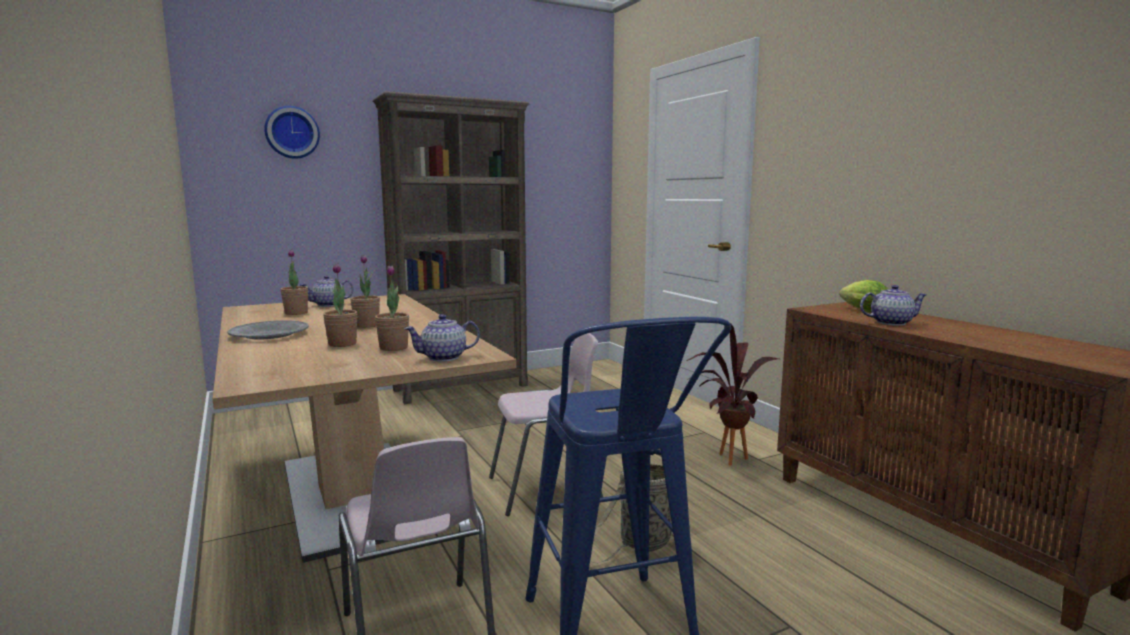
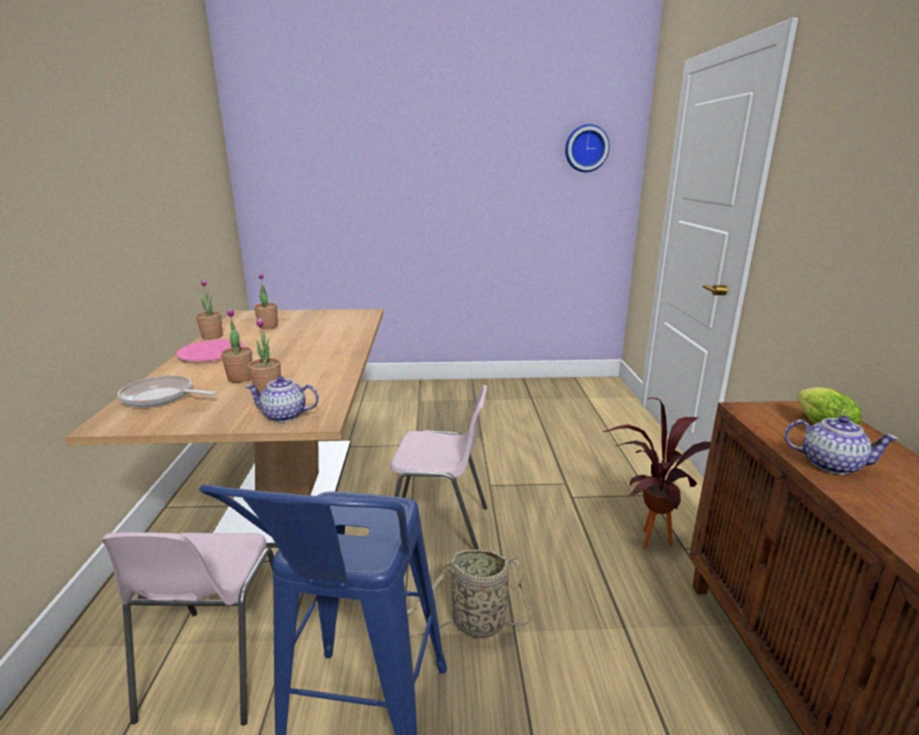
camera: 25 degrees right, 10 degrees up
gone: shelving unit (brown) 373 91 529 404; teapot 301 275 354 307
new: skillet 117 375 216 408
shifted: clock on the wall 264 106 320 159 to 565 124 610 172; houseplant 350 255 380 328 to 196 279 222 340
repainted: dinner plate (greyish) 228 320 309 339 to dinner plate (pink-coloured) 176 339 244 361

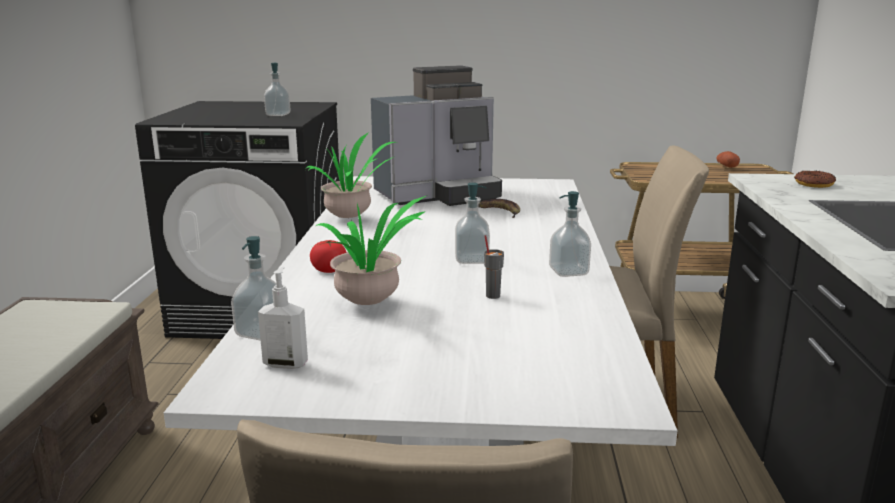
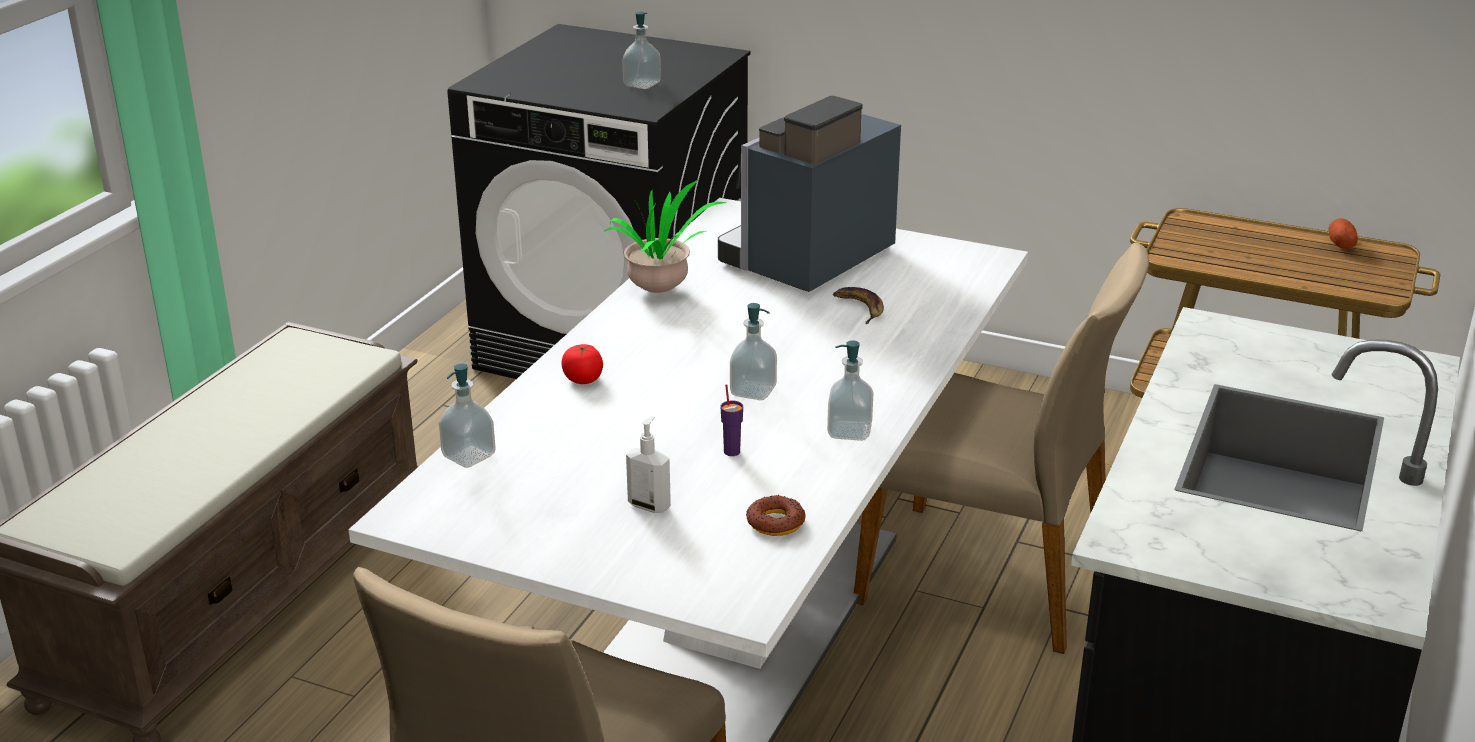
camera: 20 degrees right, 10 degrees up
gone: houseplant 311 196 426 305
shifted: ring doughnut 794 171 836 188 to 746 495 806 536; soap bottle 258 267 308 369 to 626 416 671 513
repainted: drinking cup (greyish) 484 235 504 299 to drinking cup (purple-coloured) 720 384 743 456
rotated: coffee maker 371 65 502 206 = 718 96 901 292 135 degrees clockwise

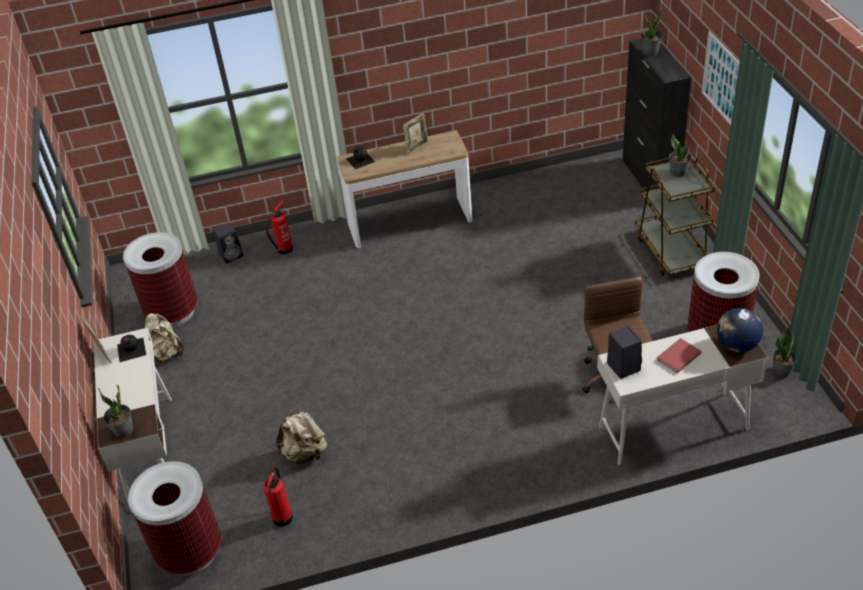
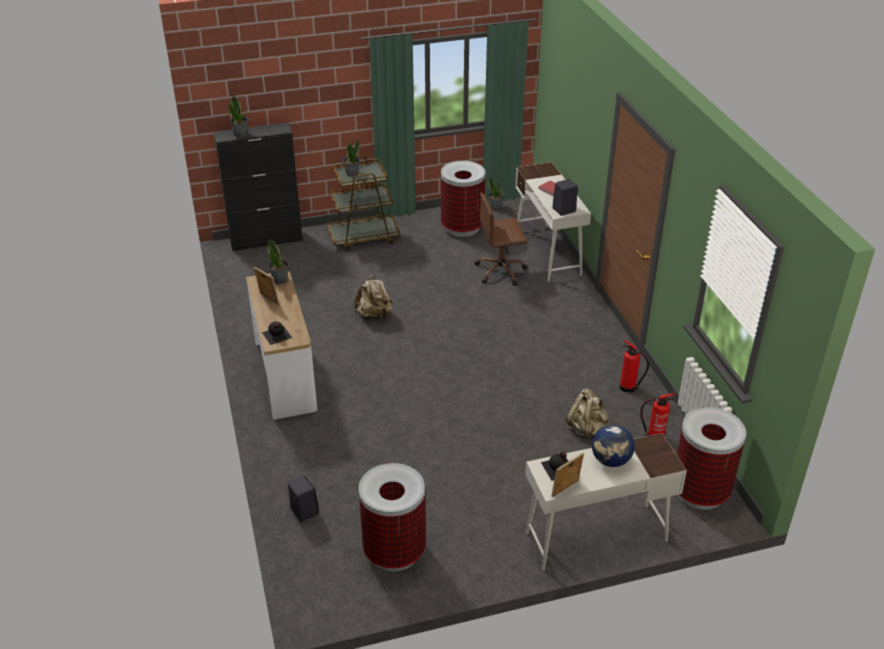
camera: 95 degrees left, 5 degrees down
gone: wall art 702 31 740 125
shifted: fire extinguisher 266 200 293 255 to 620 340 649 392; globe 717 308 763 353 to 592 425 635 467; knapsack (beige) 145 313 184 363 to 354 274 392 320; houseplant 98 384 134 438 to 268 240 289 284

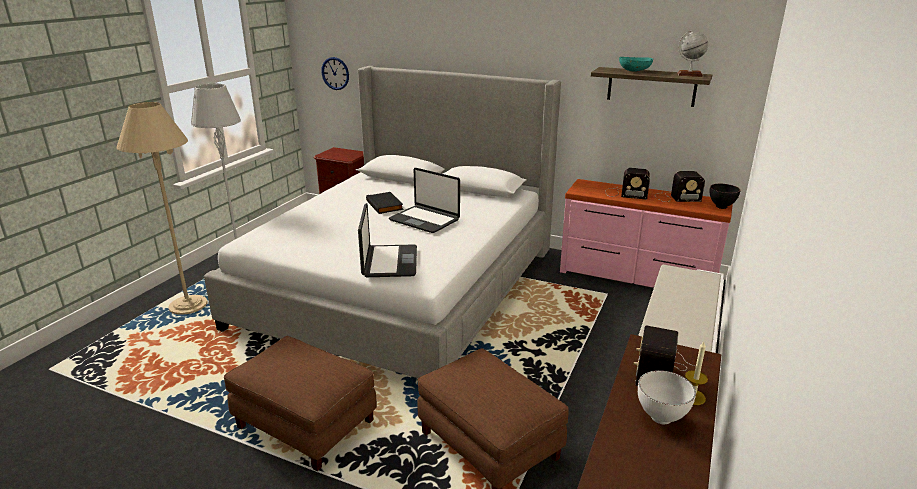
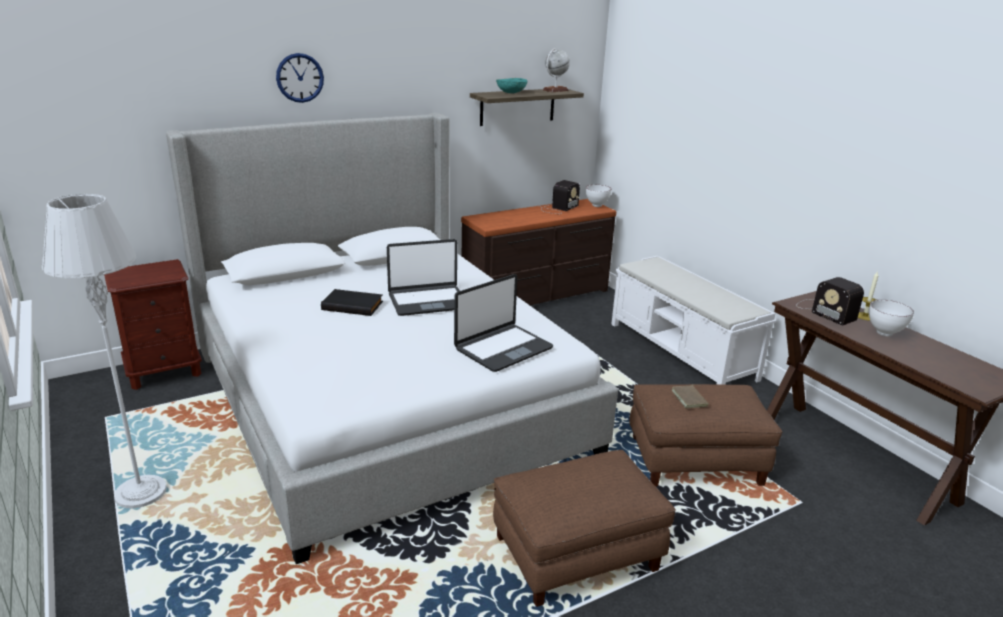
camera: 55 degrees left, 0 degrees up
gone: floor lamp (beige) 117 102 207 315; radio set 605 168 650 200
new: volume (brown) 672 384 709 409
shifted: clock on the wall 321 57 349 90 to 276 53 324 103
repainted: drawer chest (pink-coloured) 560 179 733 288 to drawer chest (brown) 461 199 617 305; bowl (black) 709 184 740 209 to bowl (white) 586 185 612 207
rotated: laptop 358 203 417 277 = 454 274 554 372 105 degrees clockwise

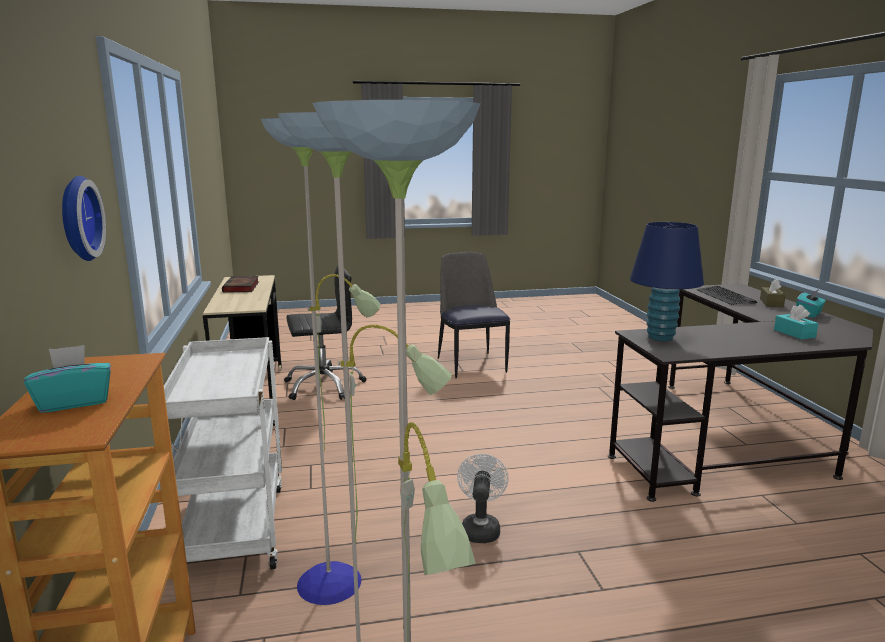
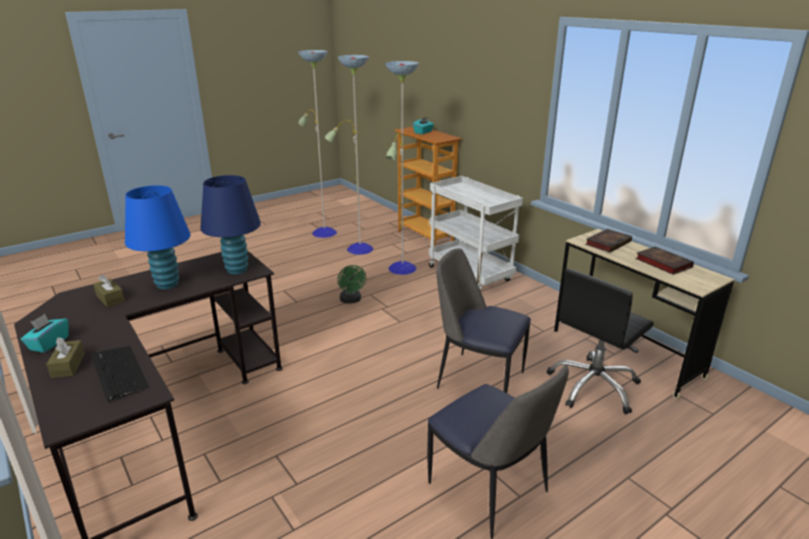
camera: 155 degrees right, 10 degrees up
gone: clock on the wall 62 176 106 261
new: table lamp (bluish) 125 185 190 289; volume 585 229 632 252; plain chair 436 248 531 393
repainted: tissue holder (blue-green) 774 305 818 340 to tissue holder (brown) 93 274 125 307; electric fan (white) 457 454 509 543 to electric fan (greenish) 337 265 366 304

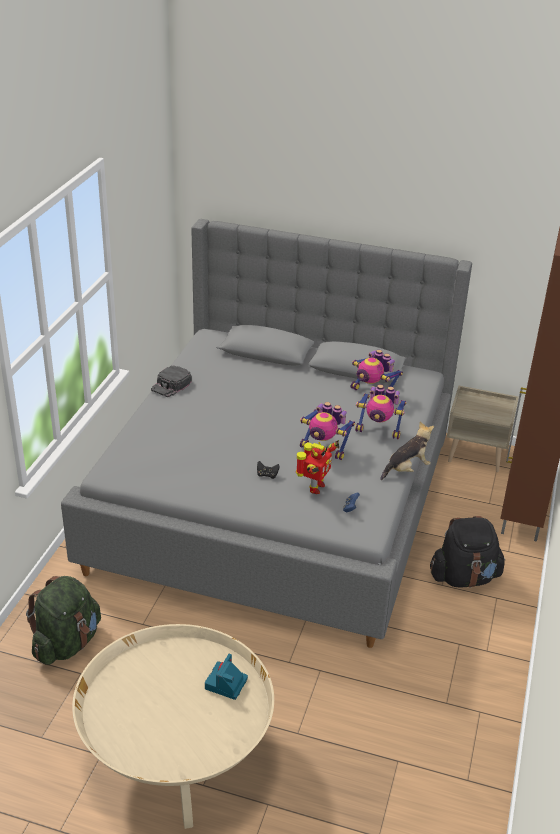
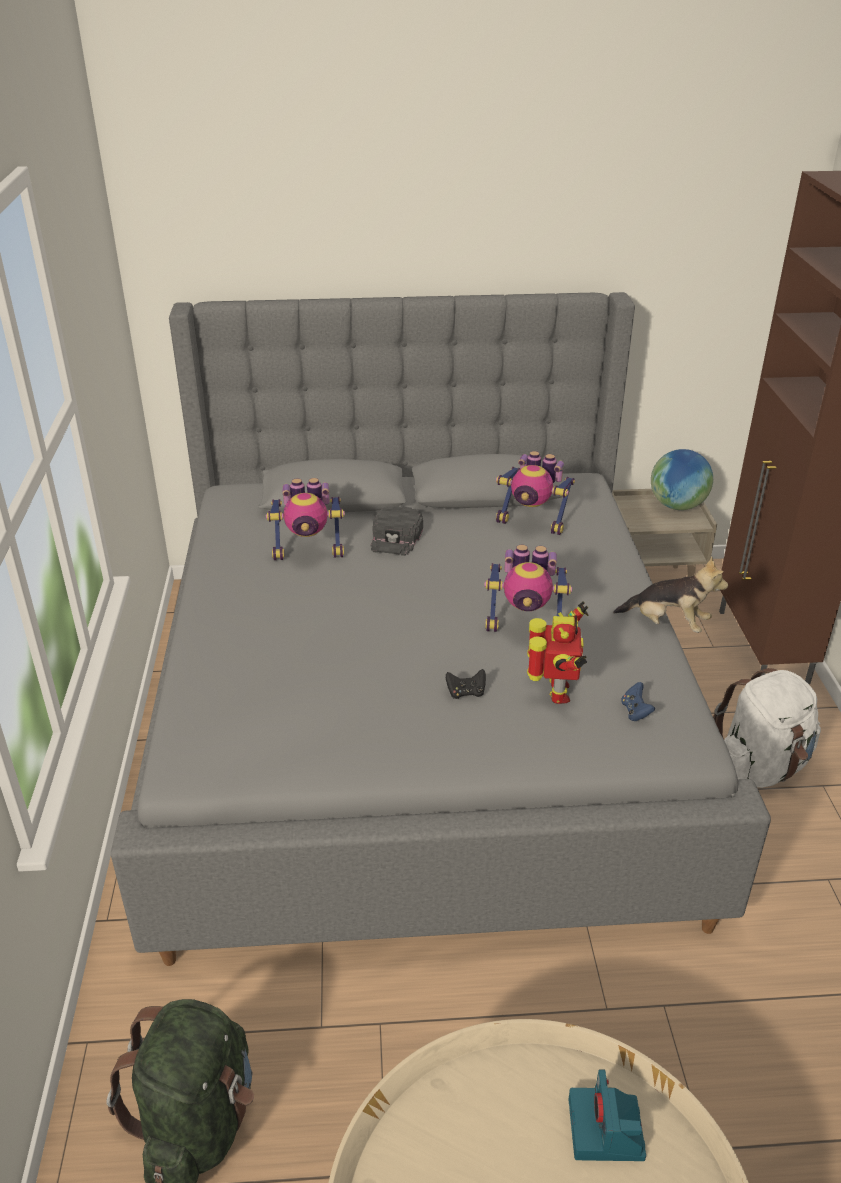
camera: 20 degrees left, 0 degrees up
new: globe 651 449 713 510
shifted: peaked cap (black) 151 365 192 397 to 370 506 423 556; model robot 355 385 407 439 to 266 478 345 560
repainted: knapsack (black) 430 516 506 588 to knapsack (white) 713 668 821 788
rotated: cuddly toy 380 421 434 480 = 613 556 728 633 75 degrees clockwise

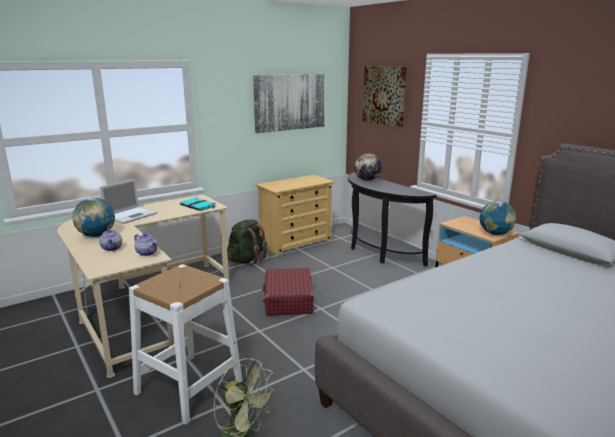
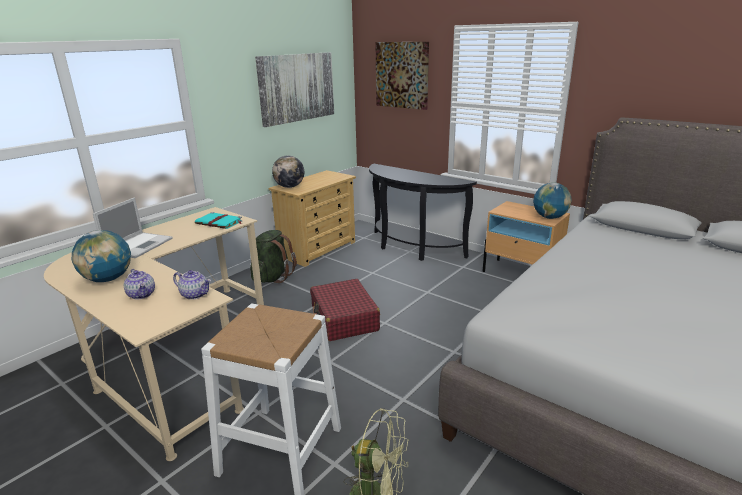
camera: 15 degrees left, 5 degrees up
shifted: globe 354 153 382 181 to 272 155 304 188

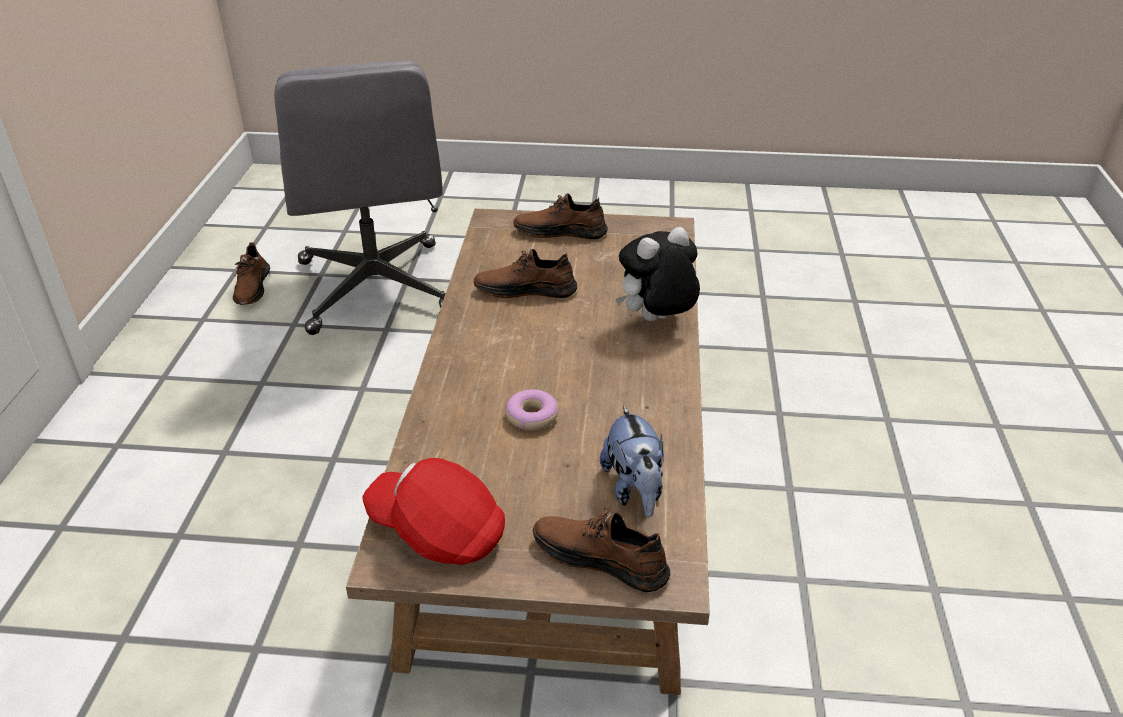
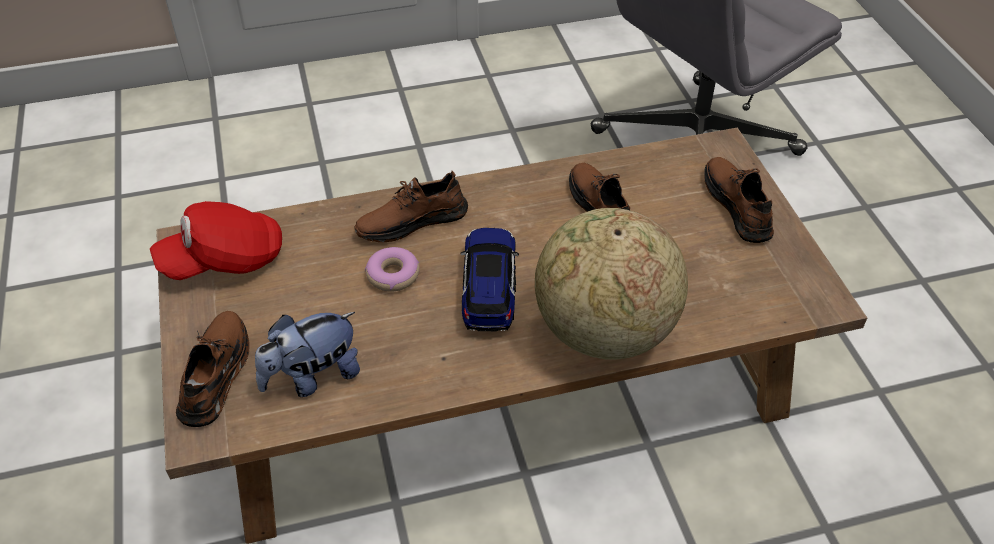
camera: 70 degrees right, 10 degrees up
new: toy car 461 228 519 331
shifted: shoe (brown) 233 242 270 305 to 355 171 468 242
swapped: cuddly toy 616 227 700 321 to globe 535 208 688 360
rotated: peaked cap (red) 363 458 505 565 = 150 201 282 280 120 degrees counterclockwise

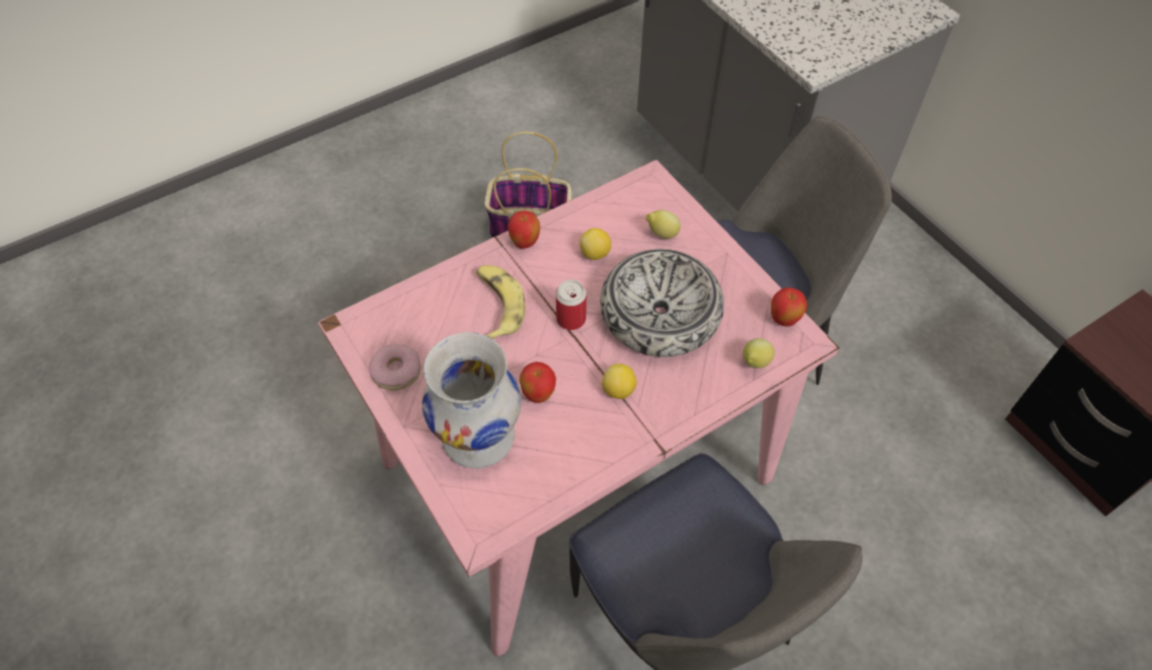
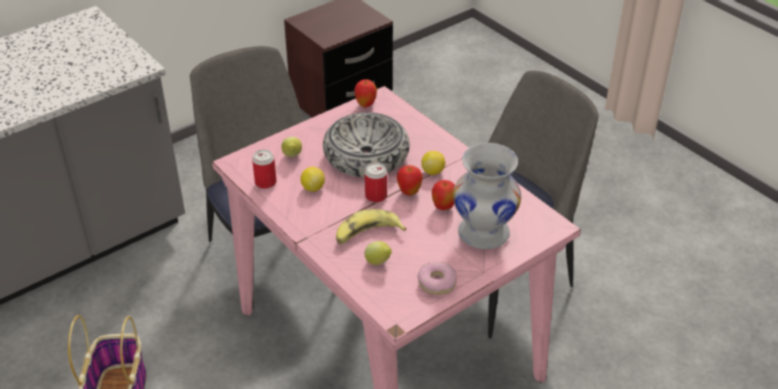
camera: 95 degrees left, 15 degrees down
new: sealed can 252 149 277 189
shifted: apple 508 211 540 249 to 397 165 423 196; lemon 743 338 775 368 to 364 241 392 265

